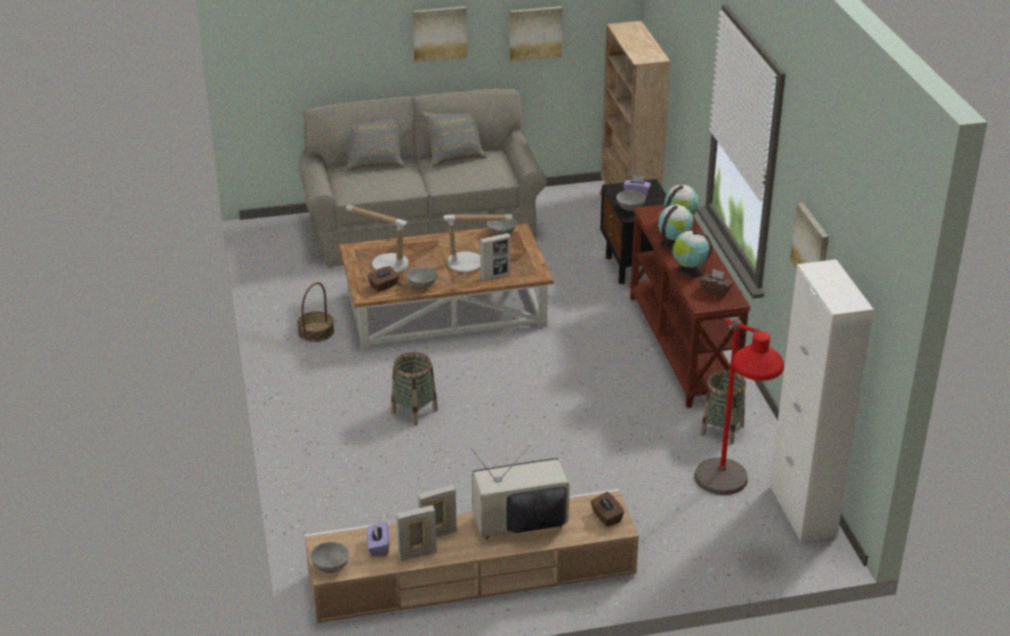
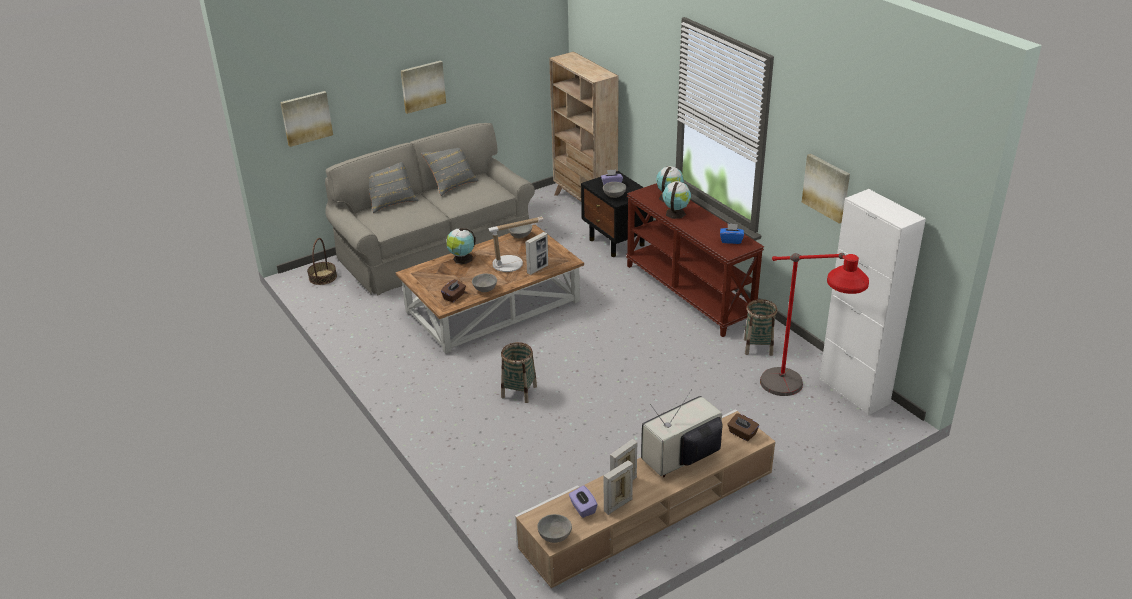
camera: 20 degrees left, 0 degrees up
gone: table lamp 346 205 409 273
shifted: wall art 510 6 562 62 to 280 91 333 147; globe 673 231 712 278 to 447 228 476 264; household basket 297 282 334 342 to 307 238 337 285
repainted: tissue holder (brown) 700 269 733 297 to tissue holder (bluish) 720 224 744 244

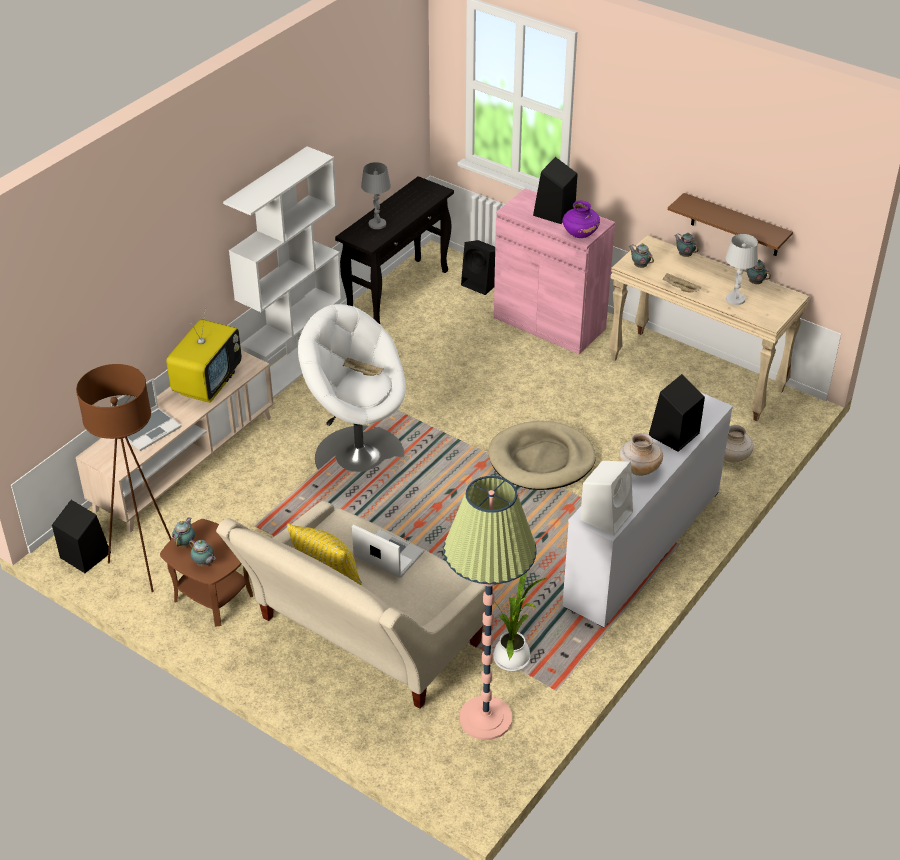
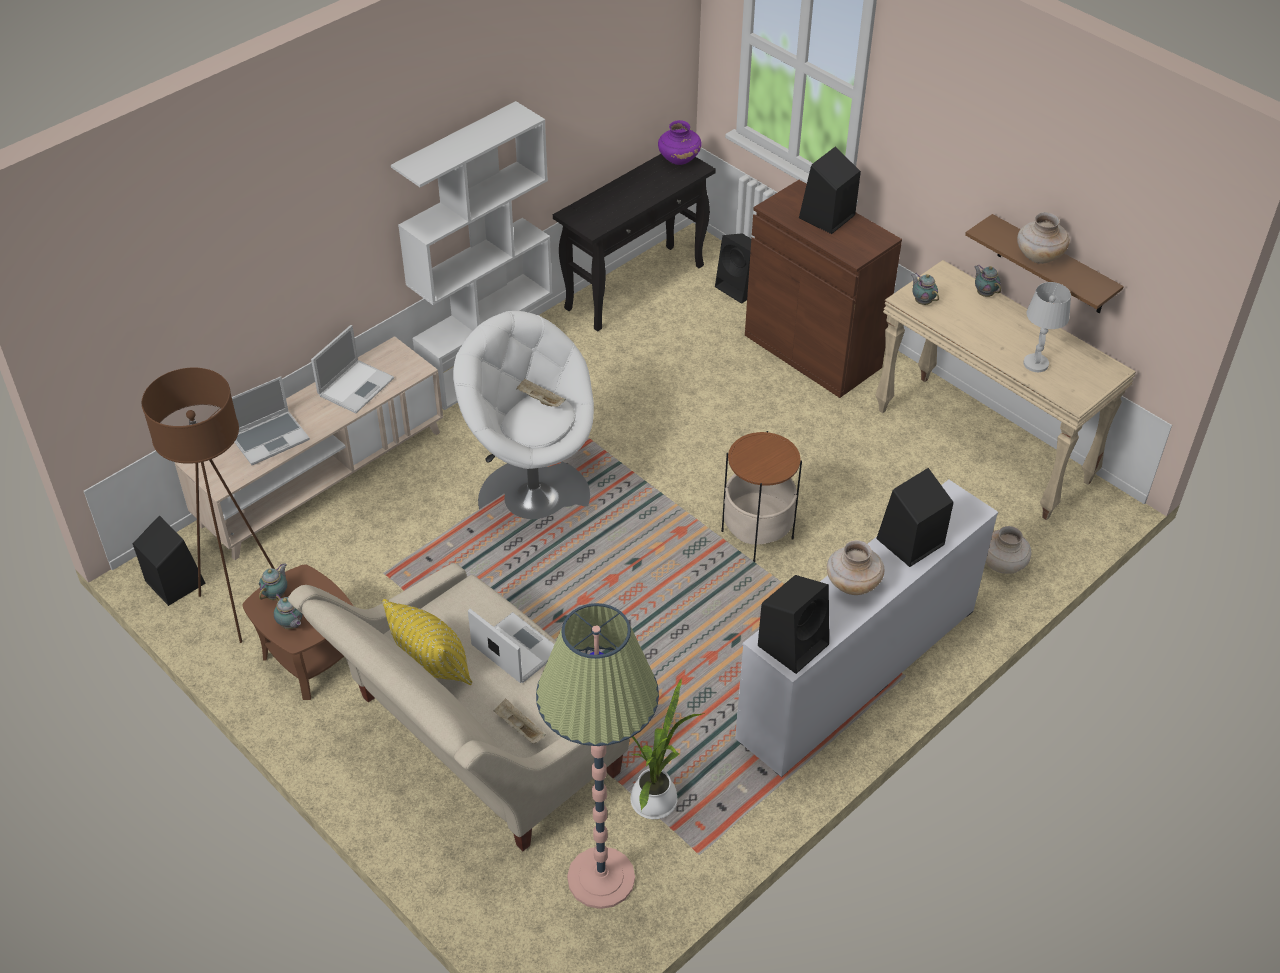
camera: 10 degrees right, 5 degrees up
gone: table lamp (greyish) 361 162 391 229; teapot 746 260 771 284
new: flower vase (beige) 1017 212 1070 264
shifted: flower vase (purple-coloured) 563 200 600 238 to 658 120 702 165; carrying tray (beige) 663 273 702 292 to 494 699 546 744
swapped: television 166 307 242 403 to laptop 311 325 394 413; dog cushion (beige) 488 421 596 490 to end table 721 431 802 562
repainted: cupboard (pink-coloured) 494 188 615 354 to cupboard (brown) 745 180 902 398; audio speaker (white) 580 461 633 535 to audio speaker (black) 758 575 829 674

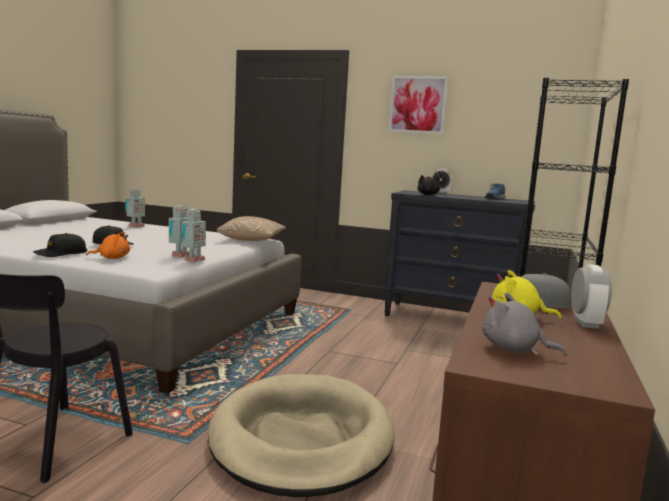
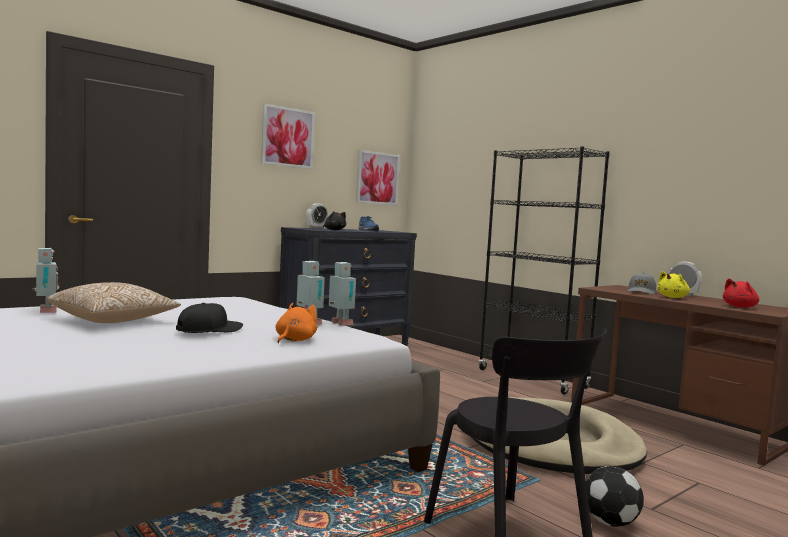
camera: 60 degrees left, 5 degrees down
gone: peaked cap (black) 33 233 87 257
new: wall art 356 150 400 205; football 586 466 644 527
shifted: pillow 216 216 286 241 to 47 282 181 323
repainted: cuddly toy (greyish) 482 293 567 356 to cuddly toy (red) 723 278 759 308

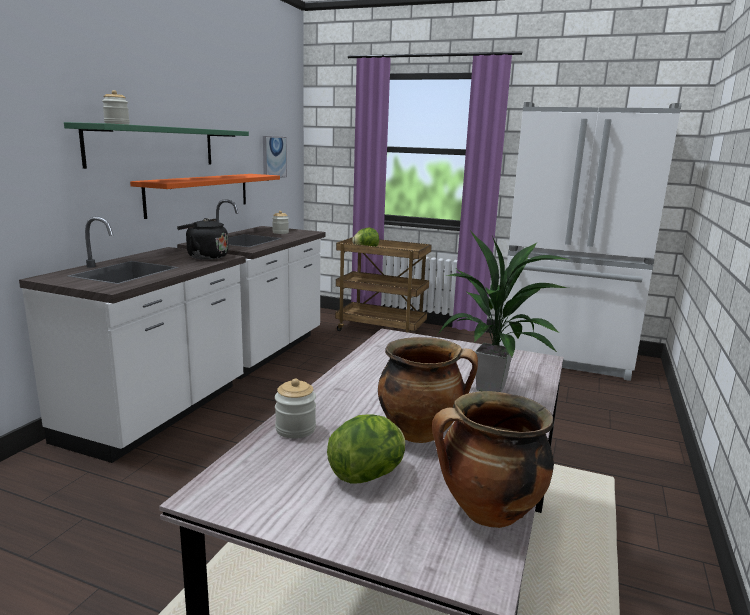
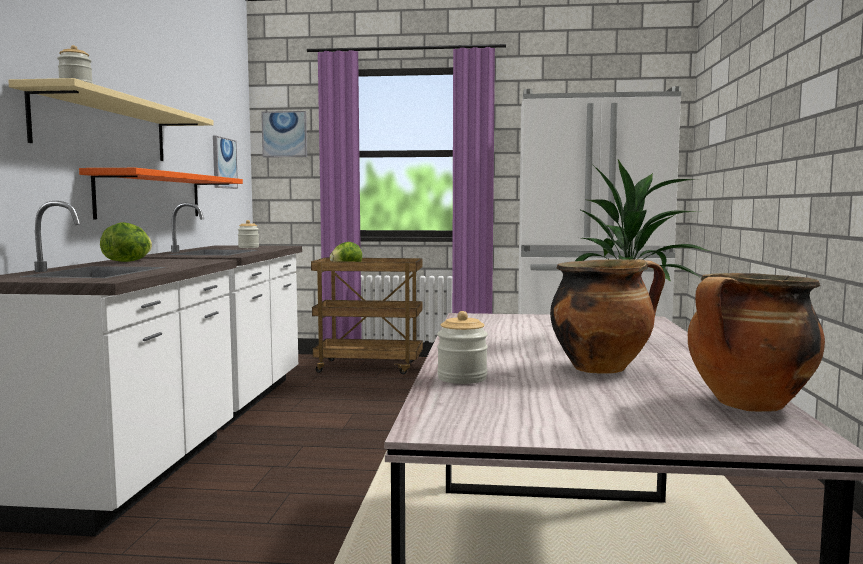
camera: 15 degrees left, 10 degrees down
gone: water kettle (black) 177 218 228 260
new: wall art 261 111 307 157
shifted: lettuce 327 414 405 484 to 100 222 152 262
repainted: wall shelf (greenish) 64 122 249 169 to wall shelf (beige) 8 78 214 161

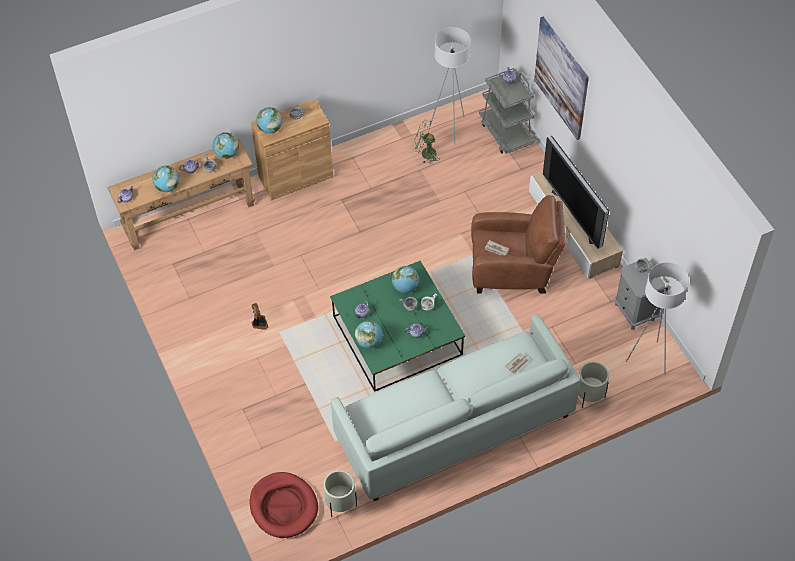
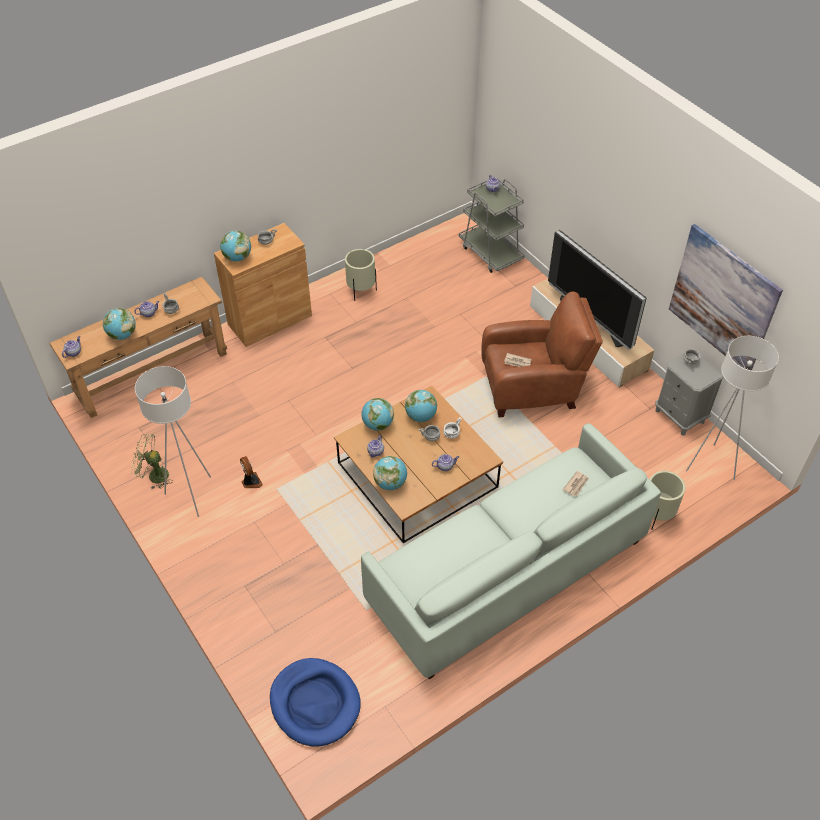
camera: 10 degrees left, 5 degrees down
shifted: wall art 534 17 589 140 to 669 224 783 371; floor lamp (white) 430 27 471 145 to 135 366 211 517; electric fan (greenish) 413 120 438 164 to 131 434 173 489; globe 213 132 239 159 to 362 398 394 431; plant pot (beige) 323 470 357 517 to 345 249 377 301
repainted: lounge table (greenish) 330 261 465 392 to lounge table (brown) 334 385 503 543; dog cushion (red) 250 472 318 538 to dog cushion (bluish) 270 658 361 747

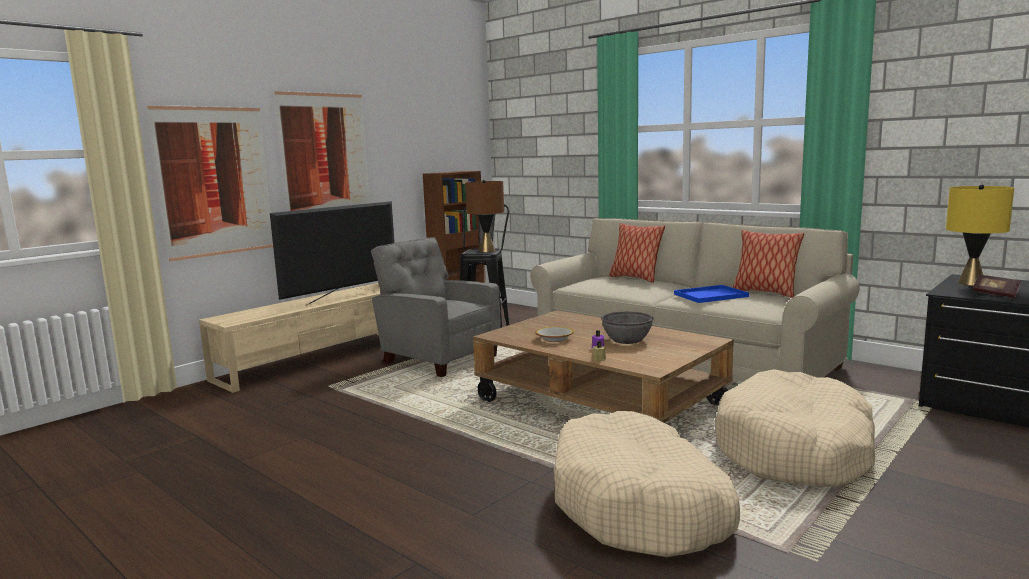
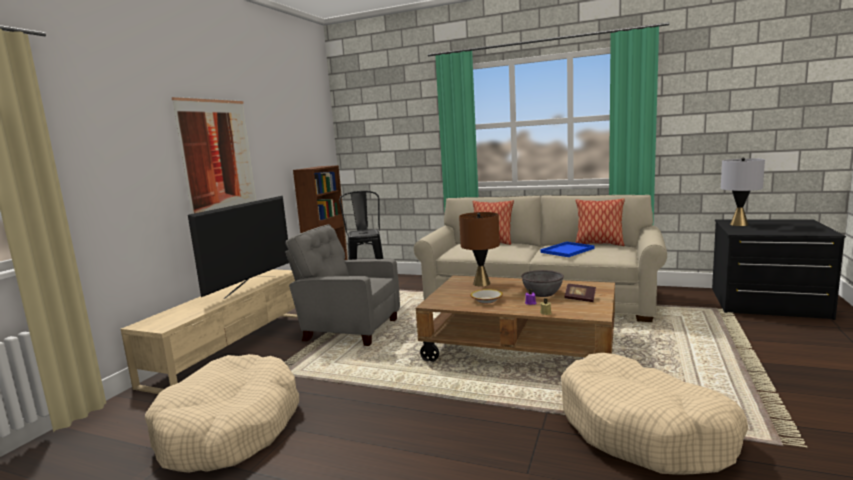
camera: 20 degrees left, 0 degrees up
gone: wall art 147 105 273 261
shifted: table lamp (brown) 465 180 504 252 to 459 212 500 287; volume 972 275 1021 298 to 564 284 596 302; dog cushion (beige) 714 369 875 487 to 145 354 299 473
repainted: table lamp (yellowish) 946 184 1014 286 to table lamp (greyish) 721 158 765 226

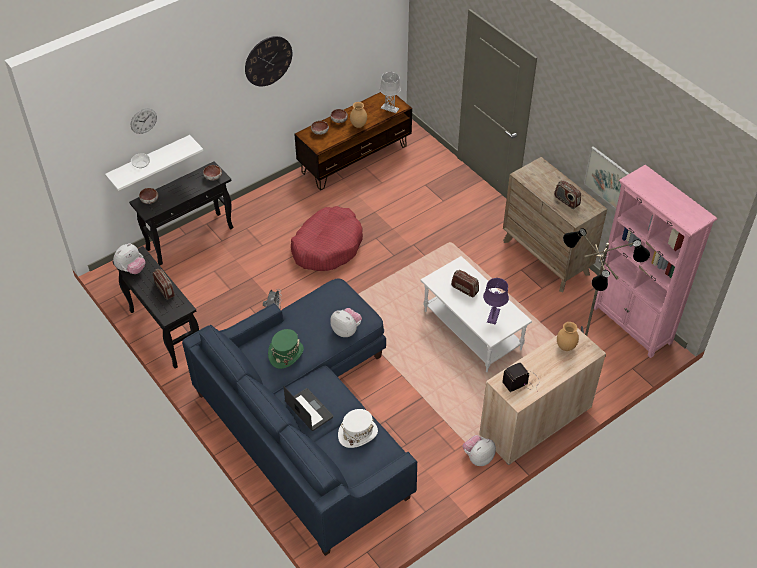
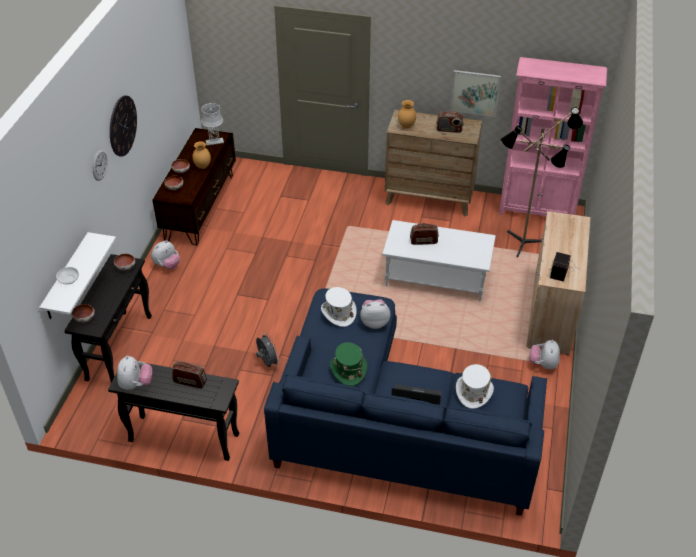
camera: 40 degrees left, 5 degrees down
gone: dog cushion (red) 291 206 363 271; table lamp (purple-coloured) 483 278 509 325
new: cuddly toy 151 240 180 269; wearable hat (white) 321 287 357 327
shifted: clock on the wall 131 108 157 134 to 93 149 107 181; flower vase (brown) 557 322 579 351 to 398 100 416 128

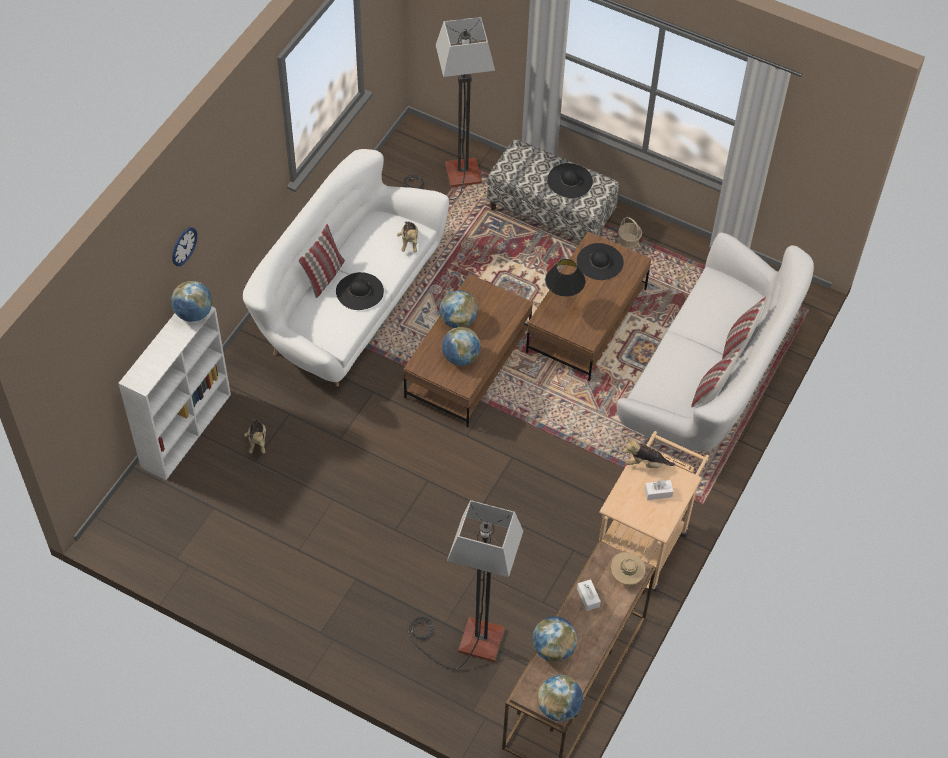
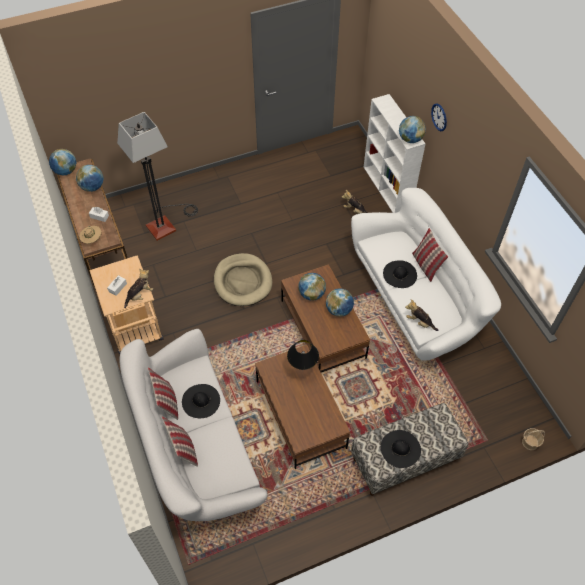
camera: 130 degrees right, 0 degrees up
gone: floor lamp 403 17 495 200
new: dog cushion (beige) 214 253 272 306
shifted: household basket 618 217 642 249 to 522 428 545 450; wearable hat (black) 577 243 624 280 to 182 384 220 418

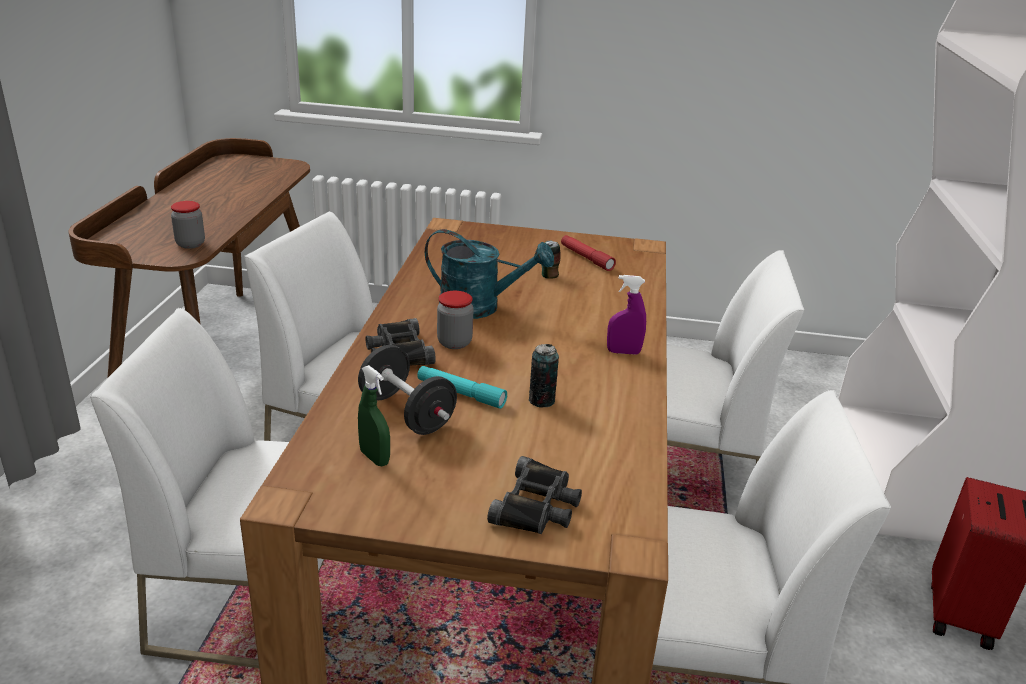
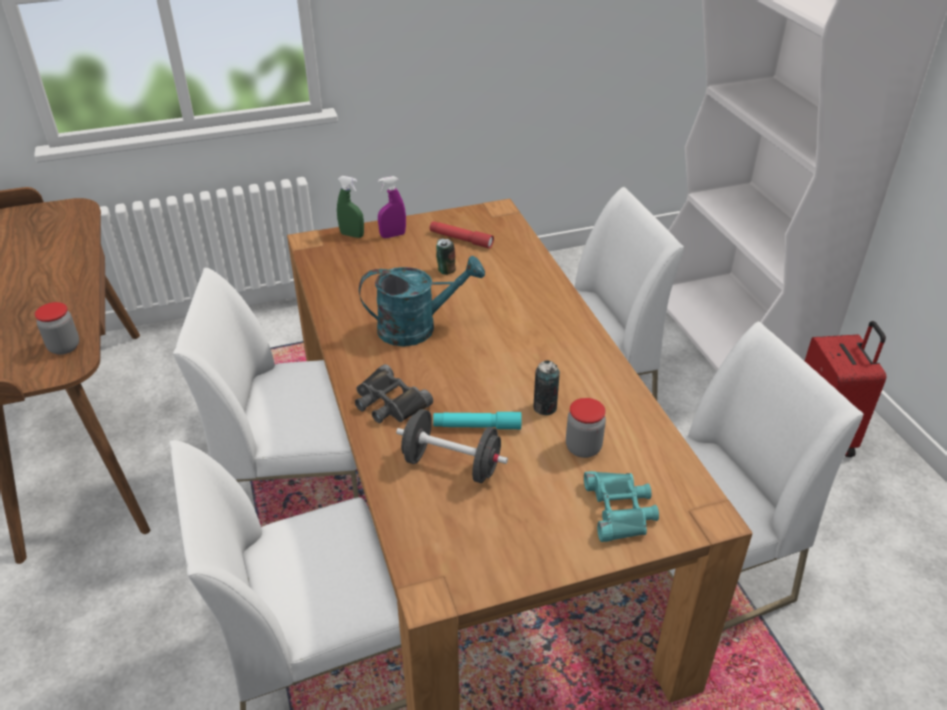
camera: 25 degrees left, 10 degrees up
shifted: spray bottle (purple-coloured) 607 275 646 355 to 378 176 406 238; jar 437 291 473 349 to 566 398 606 458; spray bottle (greenish) 358 365 390 466 to 337 176 364 238
repainted: field glasses (black) 487 456 582 534 to field glasses (blue-green) 584 471 659 542

